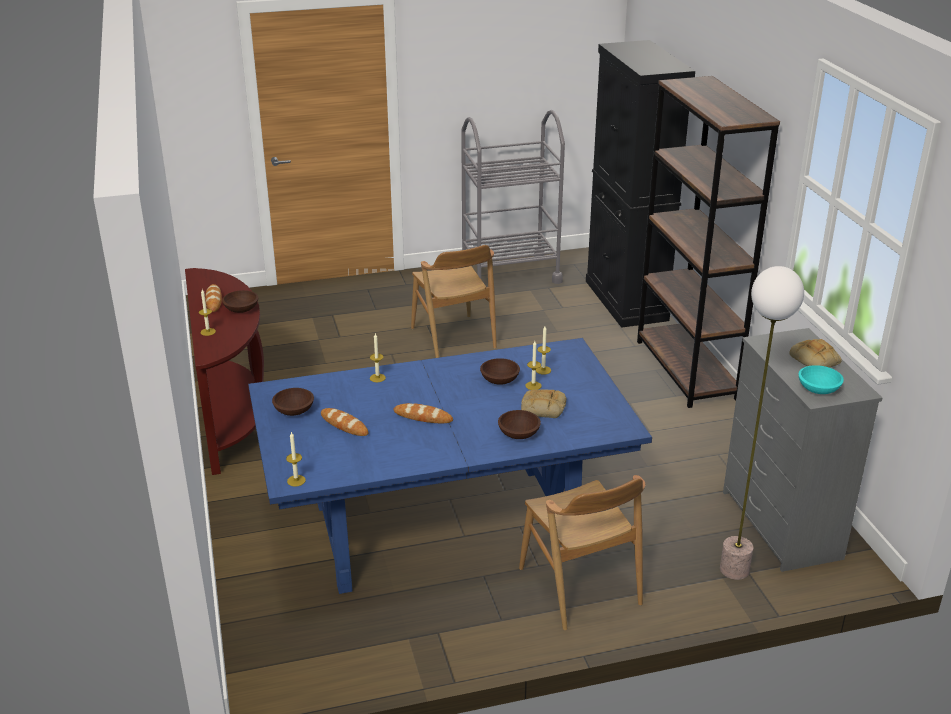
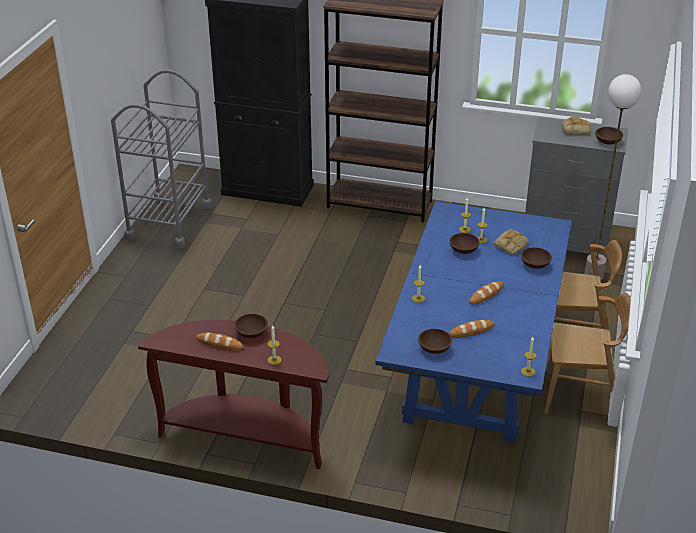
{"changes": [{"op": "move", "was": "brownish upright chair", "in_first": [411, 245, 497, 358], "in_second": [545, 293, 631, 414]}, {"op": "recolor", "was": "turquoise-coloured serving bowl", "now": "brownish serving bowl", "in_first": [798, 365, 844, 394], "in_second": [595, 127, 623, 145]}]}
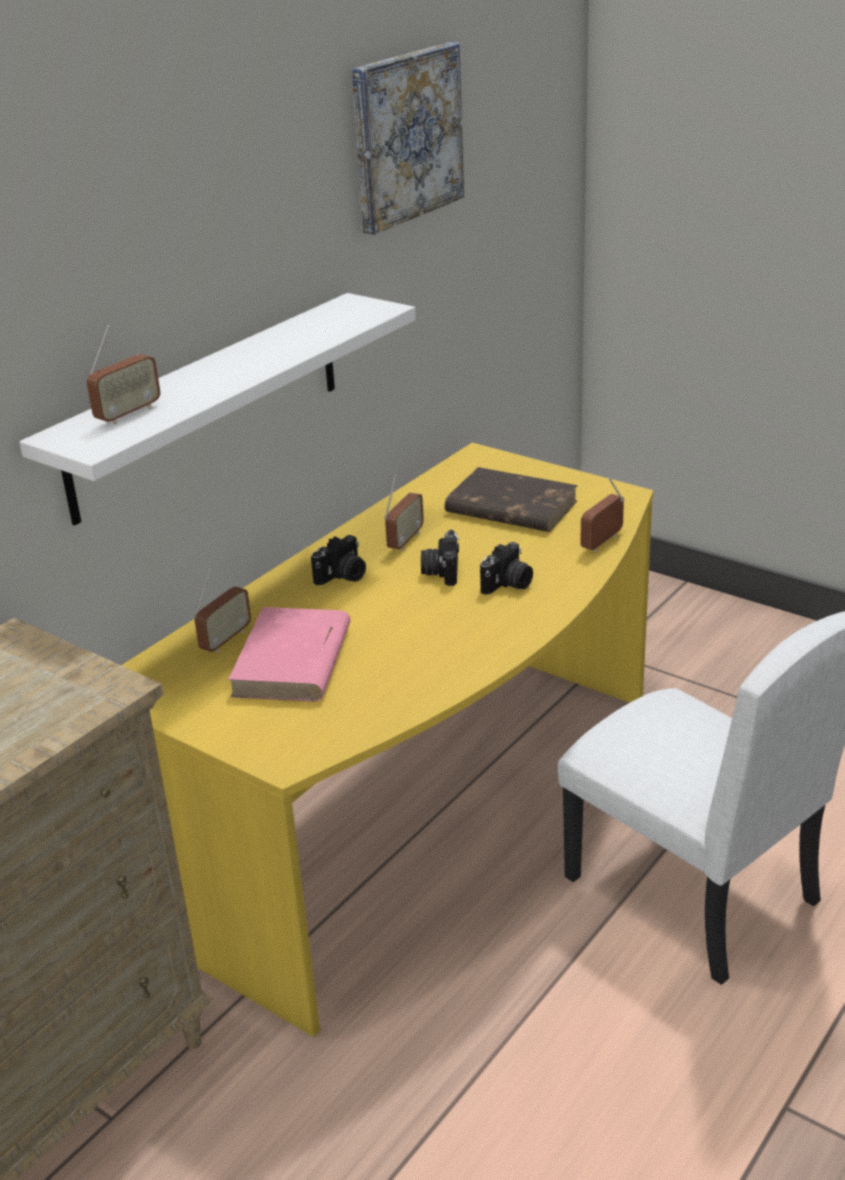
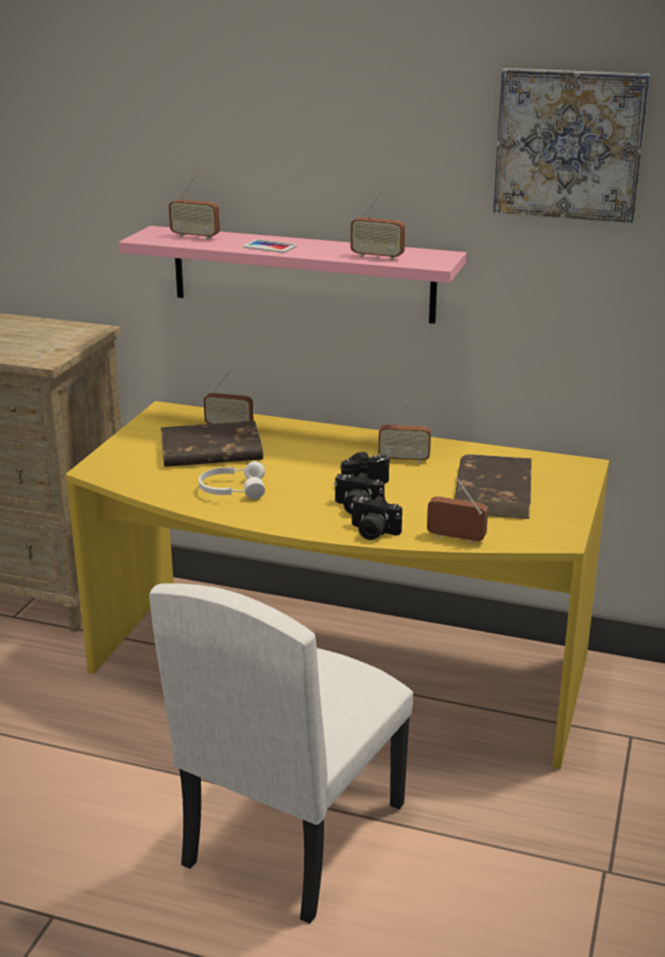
{"changes": [{"op": "recolor", "was": "white-coloured shelf", "now": "pinkish shelf", "in_first": [19, 293, 416, 526], "in_second": [119, 226, 466, 324]}, {"op": "recolor", "was": "pinkish book", "now": "brownish book", "in_first": [228, 607, 351, 702], "in_second": [161, 421, 263, 467]}, {"op": "insert", "now": "white-coloured pair of headphones", "in_second": [198, 461, 265, 499]}, {"op": "insert", "now": "phone", "in_second": [243, 239, 297, 253]}, {"op": "move", "was": "photo camera", "in_first": [311, 535, 366, 585], "in_second": [350, 495, 402, 540]}, {"op": "insert", "now": "radio", "in_second": [351, 190, 405, 260]}]}
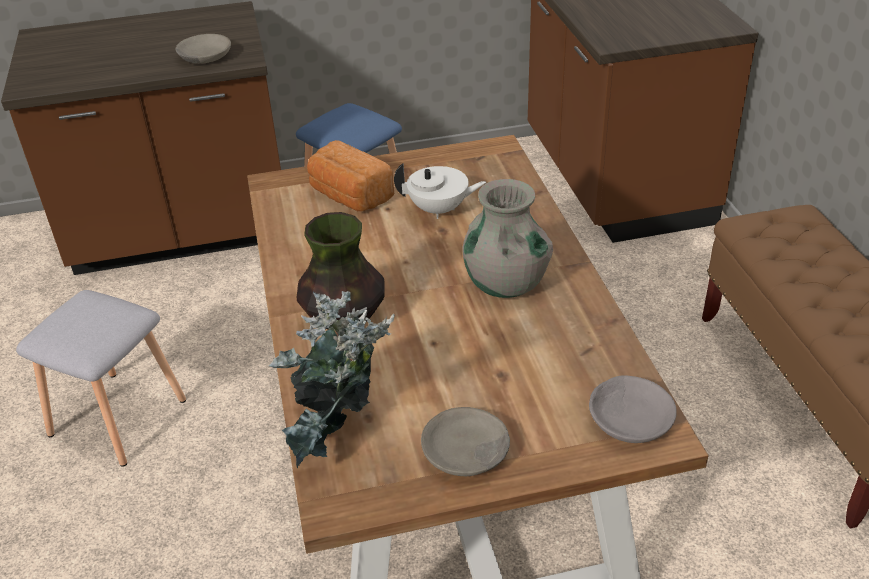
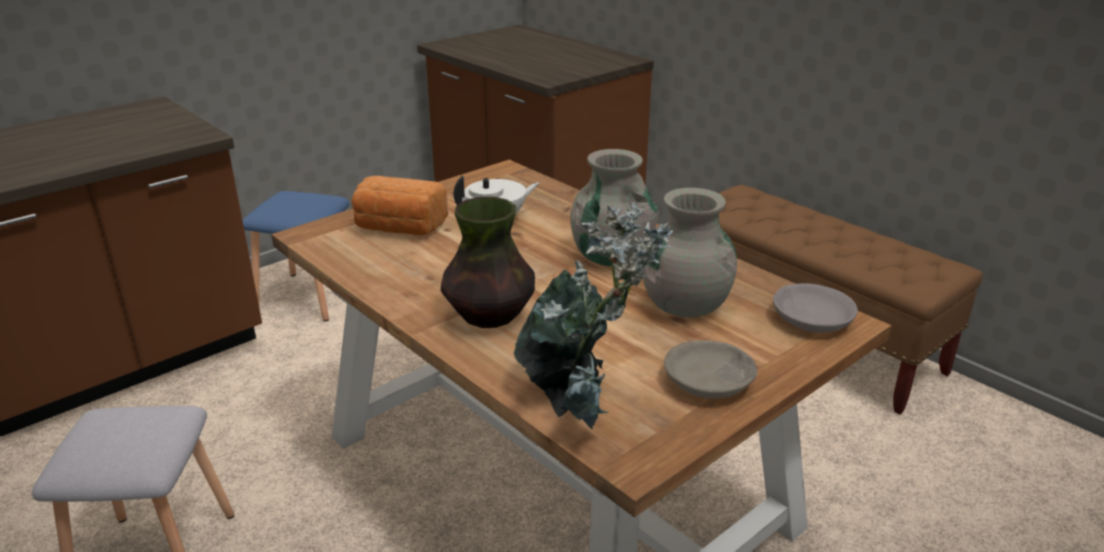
{"changes": [{"op": "insert", "now": "gray decorative vase", "in_second": [642, 188, 737, 318]}, {"op": "delete", "was": "gray serving bowl", "in_first": [175, 34, 231, 64]}]}
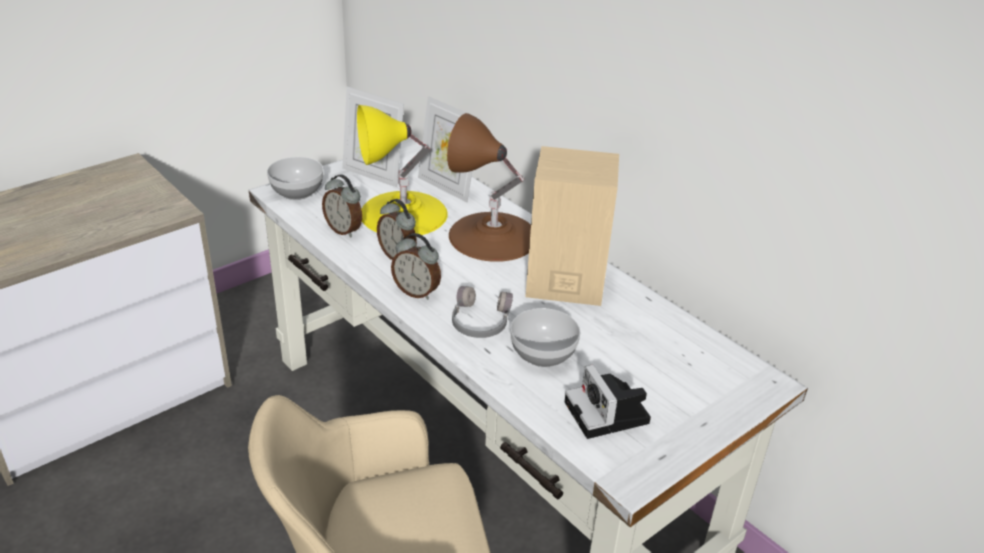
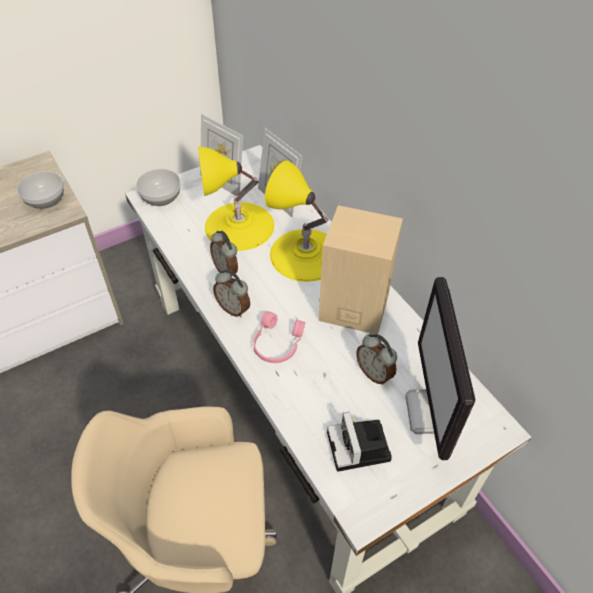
{"changes": [{"op": "move", "was": "serving bowl", "in_first": [510, 308, 580, 367], "in_second": [17, 171, 64, 209]}, {"op": "recolor", "was": "gray pair of headphones", "now": "pinkish pair of headphones", "in_first": [452, 286, 513, 338], "in_second": [253, 311, 305, 363]}, {"op": "recolor", "was": "brownish lamp for a table", "now": "yellowish lamp for a table", "in_first": [447, 113, 531, 262], "in_second": [265, 161, 328, 282]}, {"op": "move", "was": "bedside clock", "in_first": [322, 174, 362, 237], "in_second": [356, 333, 397, 385]}, {"op": "insert", "now": "computer display", "in_second": [405, 277, 475, 460]}]}
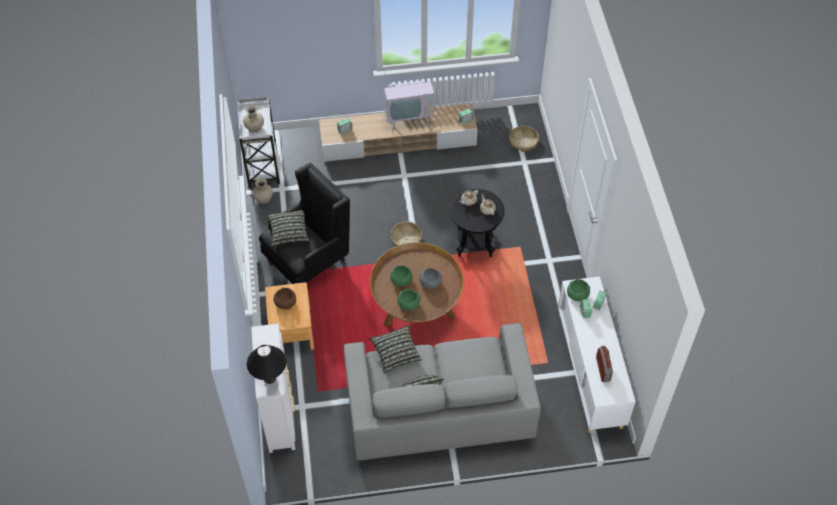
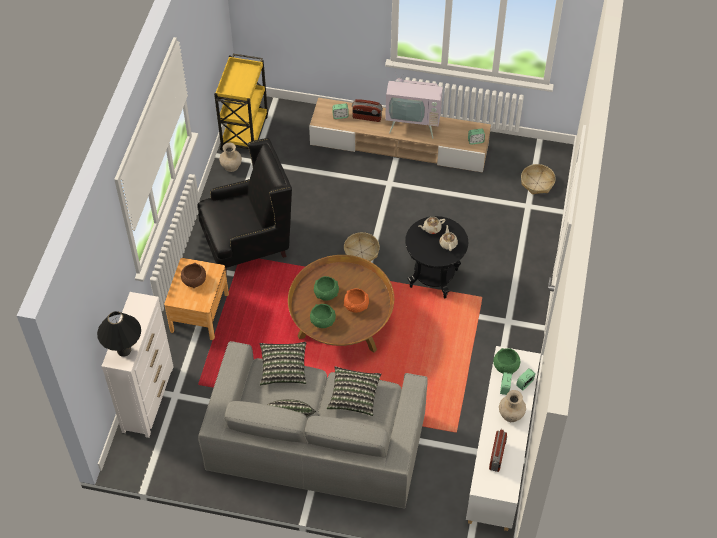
{"changes": [{"op": "recolor", "was": "white-coloured cart", "now": "yellowish cart", "in_first": [237, 97, 280, 188], "in_second": [214, 54, 268, 151]}, {"op": "move", "was": "pillow", "in_first": [267, 210, 309, 247], "in_second": [327, 366, 381, 416]}, {"op": "recolor", "was": "gray serving bowl", "now": "orangey serving bowl", "in_first": [420, 268, 442, 289], "in_second": [344, 288, 369, 313]}, {"op": "insert", "now": "radio", "in_second": [352, 99, 383, 122]}, {"op": "move", "was": "sand-coloured decorative vase", "in_first": [243, 105, 264, 133], "in_second": [499, 390, 526, 422]}]}
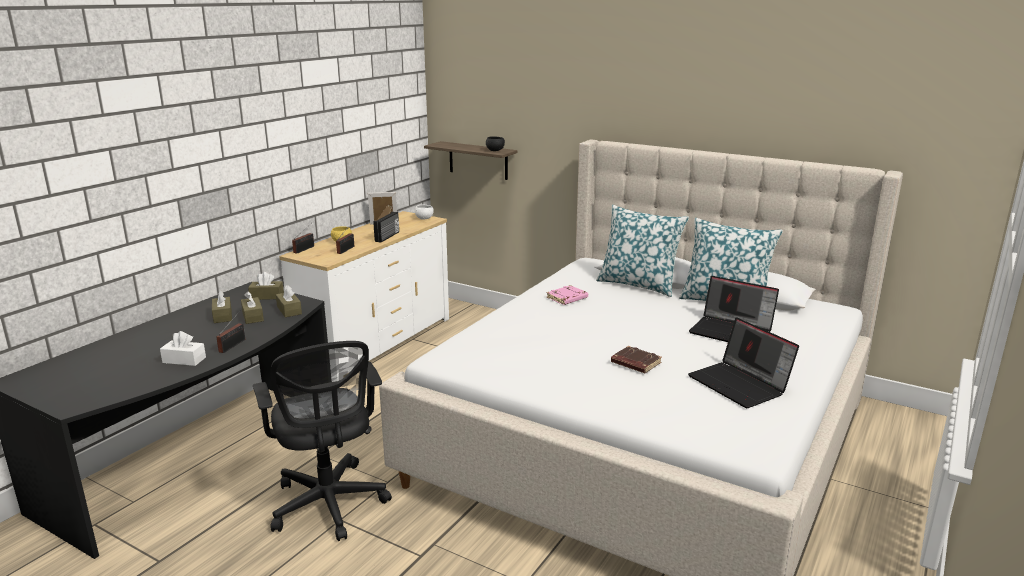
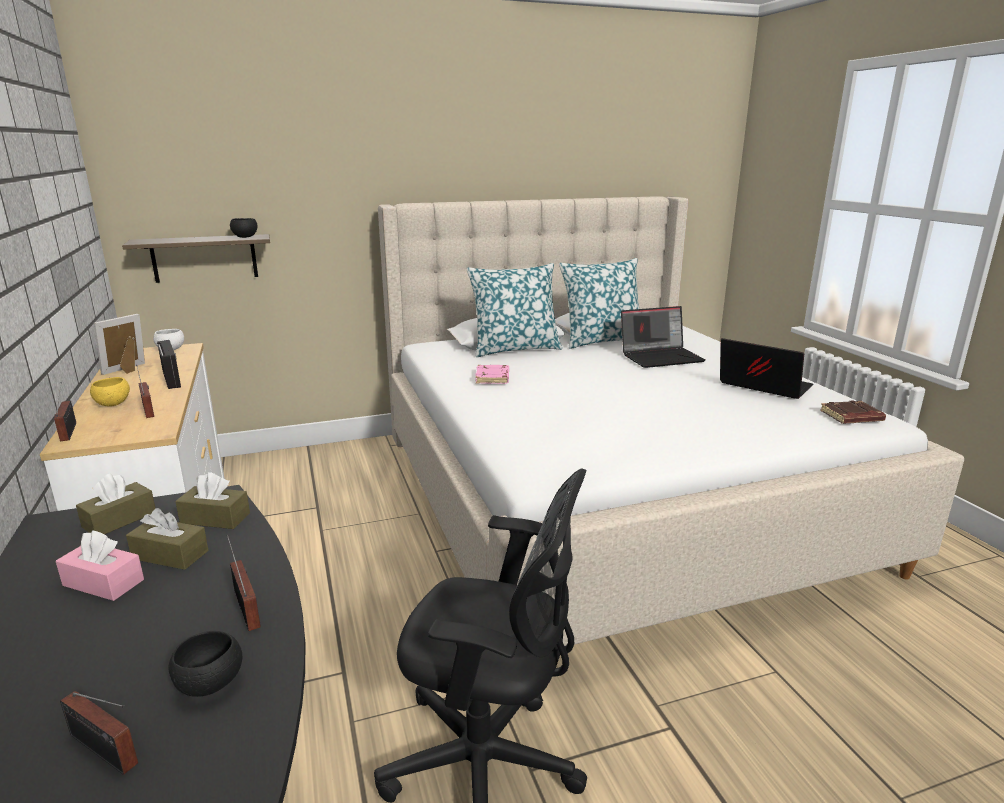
{"changes": [{"op": "recolor", "was": "brownish tissue holder", "now": "pinkish tissue holder", "in_first": [212, 290, 232, 323], "in_second": [56, 531, 144, 601]}, {"op": "insert", "now": "radio", "in_second": [60, 691, 138, 775]}, {"op": "replace", "was": "white-coloured tissue holder", "now": "black-coloured serving bowl", "in_first": [160, 331, 206, 366], "in_second": [168, 631, 242, 697]}, {"op": "rotate", "was": "laptop", "in_first": [688, 317, 799, 408], "in_second": [720, 338, 813, 399], "clockwise": -150}, {"op": "move", "was": "brownish book", "in_first": [611, 346, 662, 373], "in_second": [820, 400, 886, 424]}]}
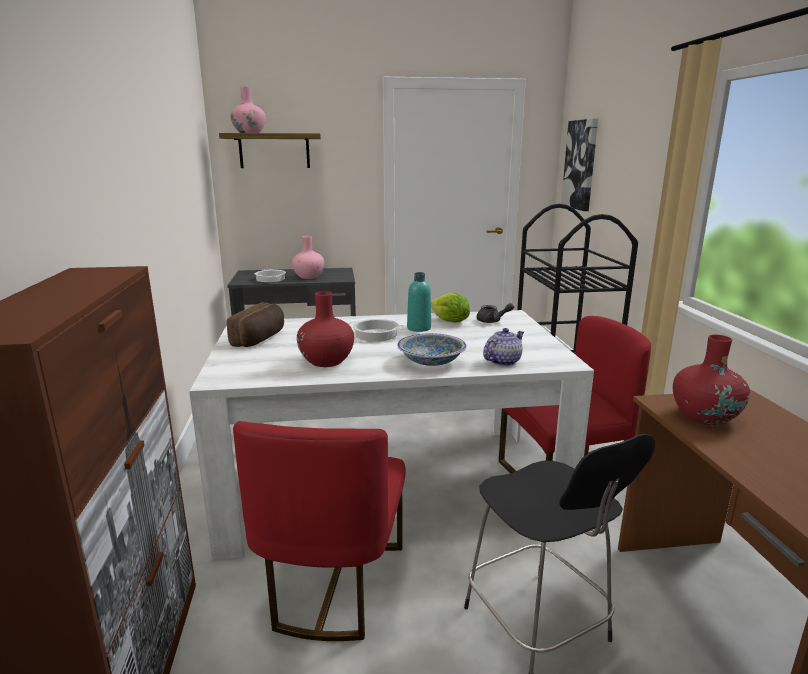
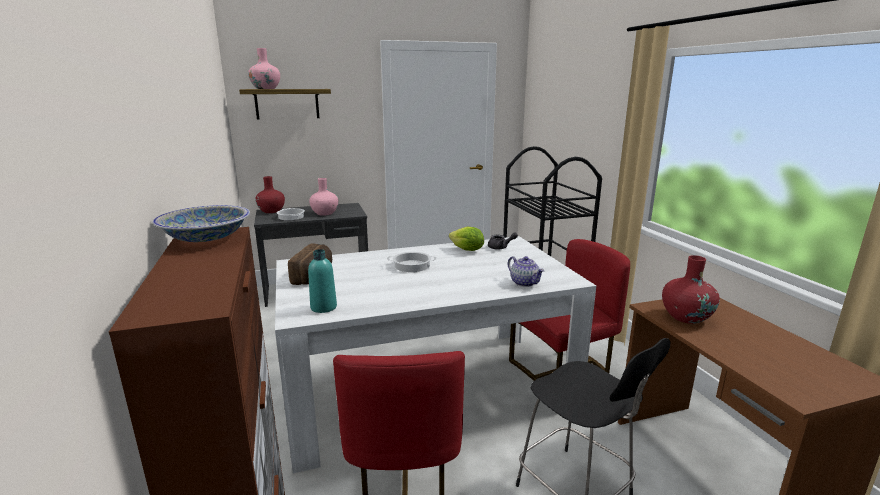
{"changes": [{"op": "move", "was": "serving bowl", "in_first": [397, 333, 467, 366], "in_second": [153, 205, 250, 242]}, {"op": "move", "was": "reddish decorative vase", "in_first": [297, 291, 354, 367], "in_second": [255, 176, 285, 213]}, {"op": "move", "was": "turquoise-coloured drink bottle", "in_first": [407, 272, 431, 332], "in_second": [308, 249, 337, 313]}, {"op": "rotate", "was": "pot for tea", "in_first": [483, 328, 524, 366], "in_second": [508, 256, 545, 287], "clockwise": 105}, {"op": "delete", "was": "picture", "in_first": [561, 118, 598, 211]}]}
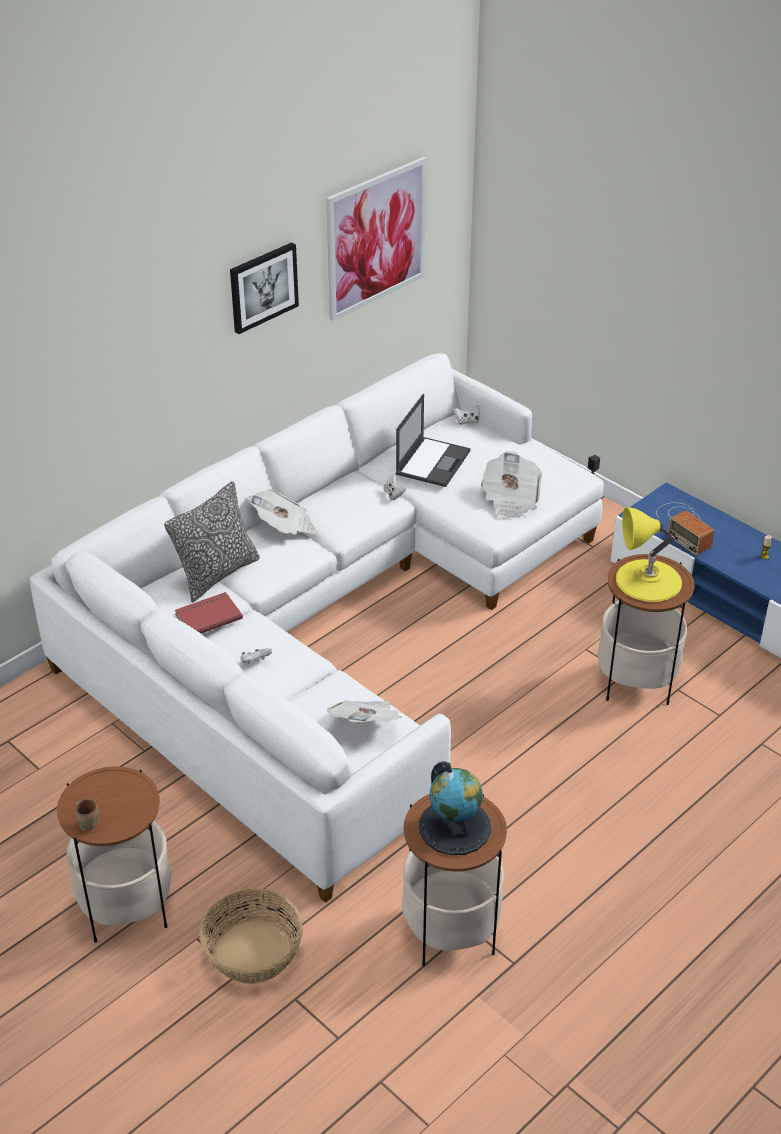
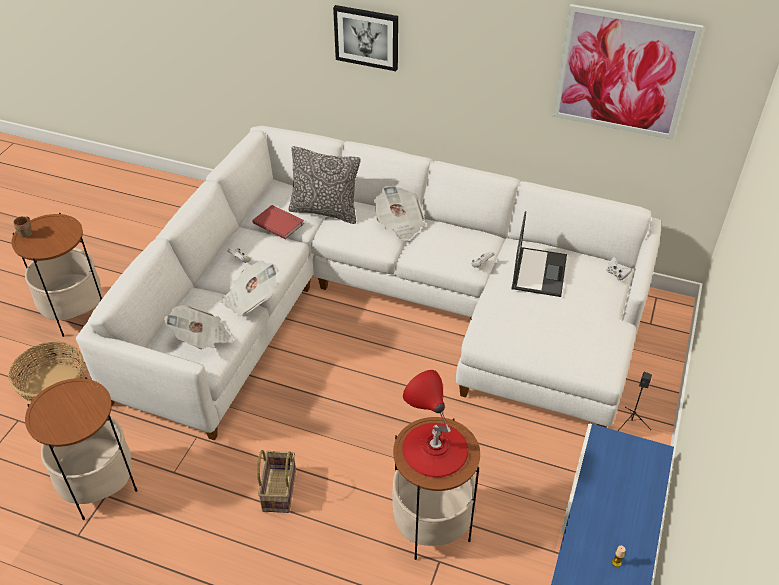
{"changes": [{"op": "move", "was": "printed paper", "in_first": [481, 451, 542, 519], "in_second": [221, 261, 279, 316]}, {"op": "insert", "now": "basket", "in_second": [257, 450, 296, 513]}, {"op": "move", "was": "picture", "in_first": [230, 242, 299, 334], "in_second": [333, 5, 398, 71]}, {"op": "recolor", "was": "yellowish lamp for a table", "now": "reddish lamp for a table", "in_first": [616, 507, 682, 602], "in_second": [402, 370, 469, 478]}, {"op": "rotate", "was": "laptop", "in_first": [395, 394, 471, 487], "in_second": [511, 211, 567, 297], "clockwise": -75}, {"op": "delete", "was": "world globe", "in_first": [419, 761, 491, 855]}, {"op": "delete", "was": "radio", "in_first": [656, 503, 714, 555]}]}
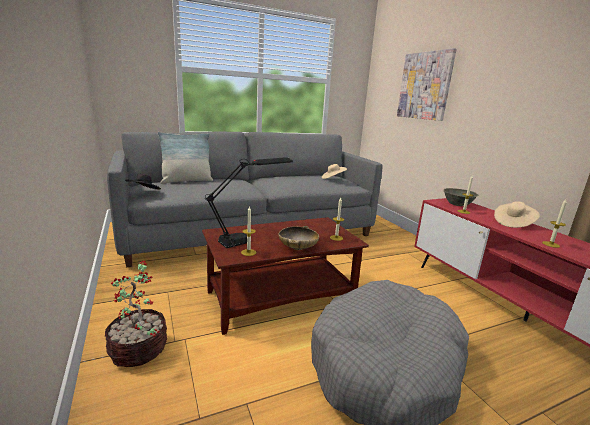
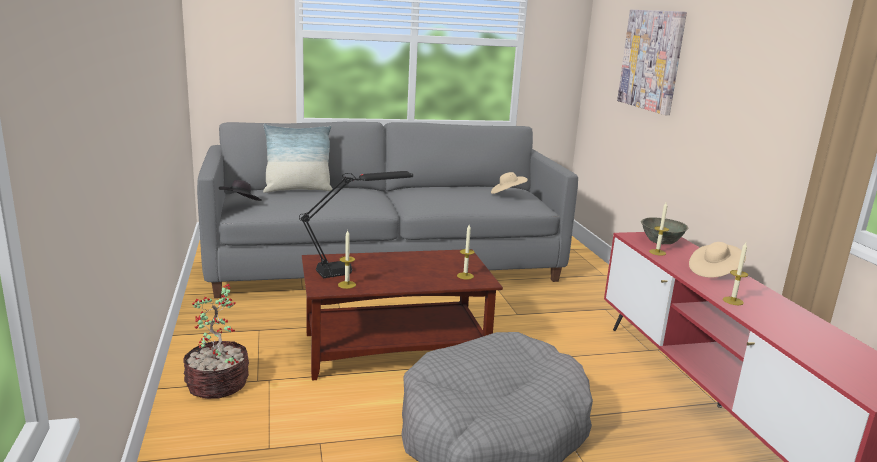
{"changes": [{"op": "delete", "was": "sand-coloured serving bowl", "in_first": [278, 226, 319, 250]}]}
